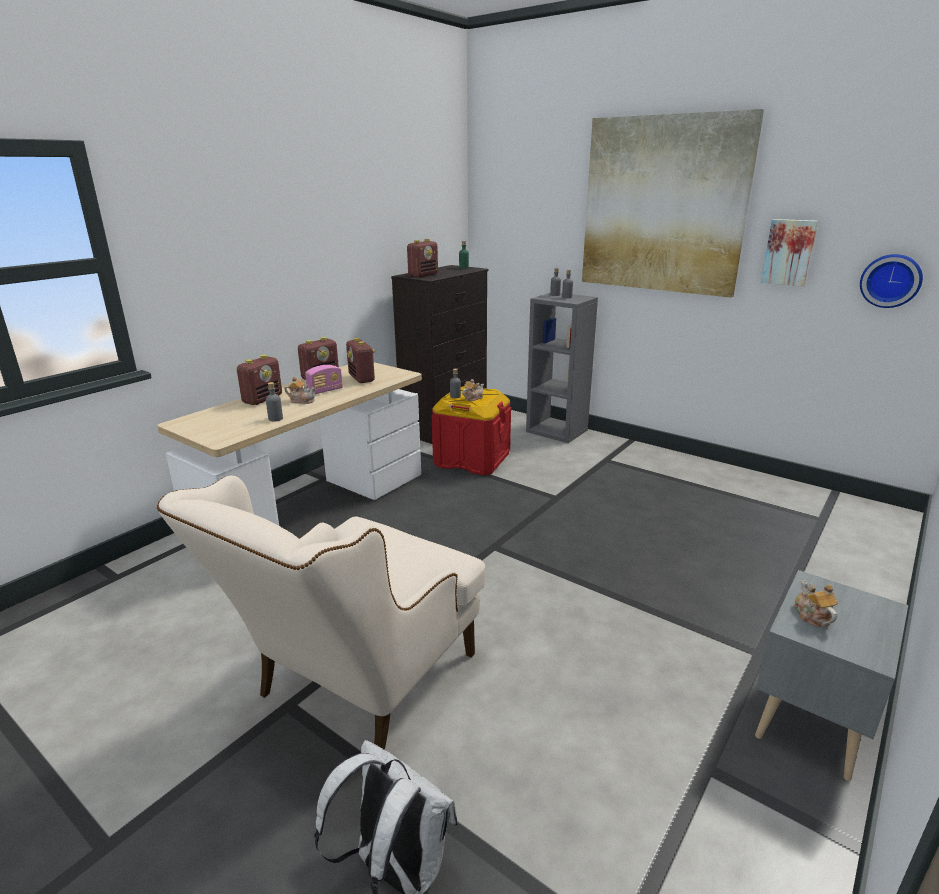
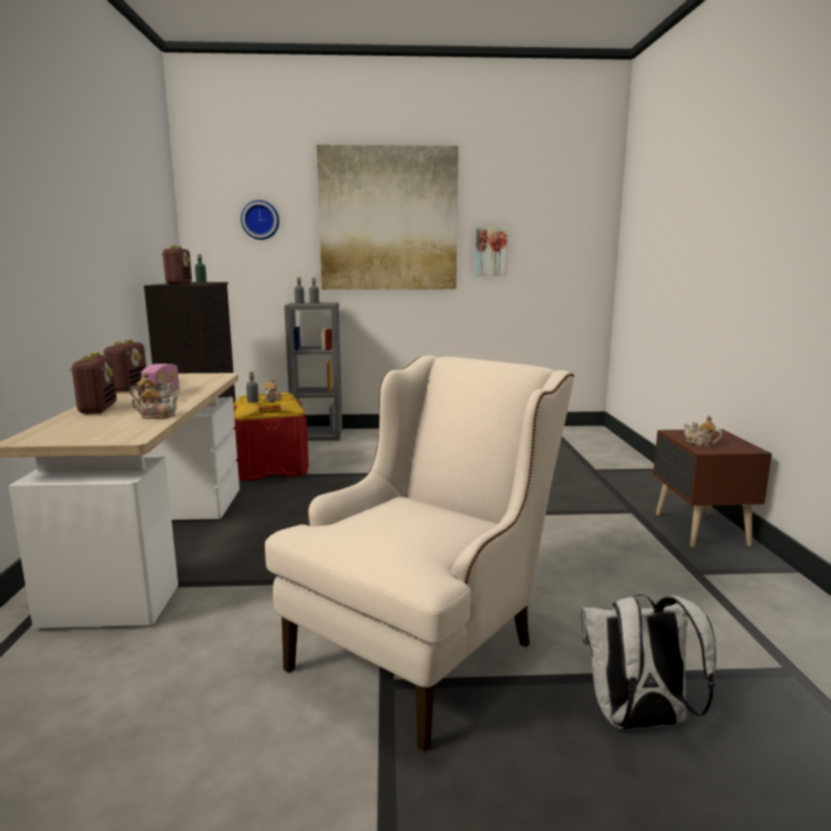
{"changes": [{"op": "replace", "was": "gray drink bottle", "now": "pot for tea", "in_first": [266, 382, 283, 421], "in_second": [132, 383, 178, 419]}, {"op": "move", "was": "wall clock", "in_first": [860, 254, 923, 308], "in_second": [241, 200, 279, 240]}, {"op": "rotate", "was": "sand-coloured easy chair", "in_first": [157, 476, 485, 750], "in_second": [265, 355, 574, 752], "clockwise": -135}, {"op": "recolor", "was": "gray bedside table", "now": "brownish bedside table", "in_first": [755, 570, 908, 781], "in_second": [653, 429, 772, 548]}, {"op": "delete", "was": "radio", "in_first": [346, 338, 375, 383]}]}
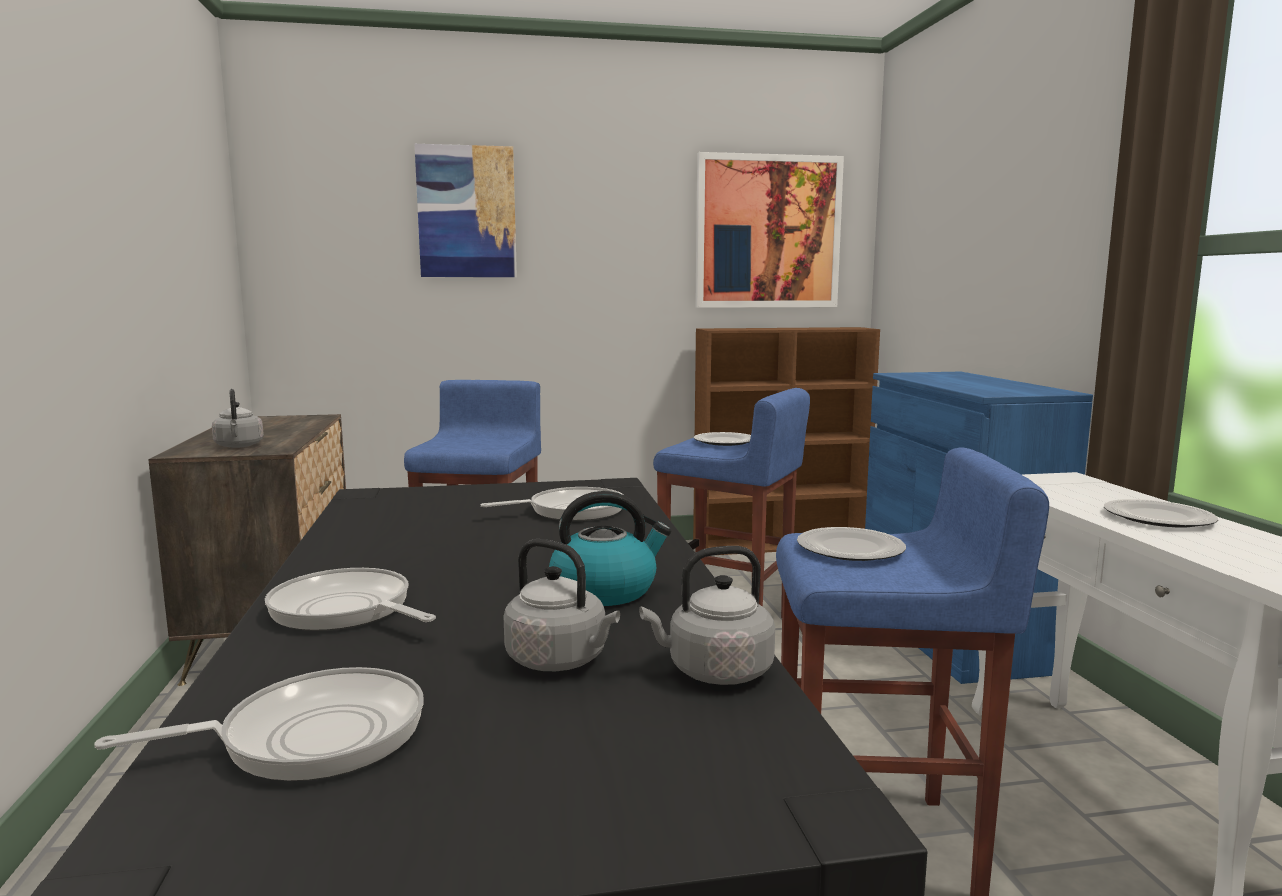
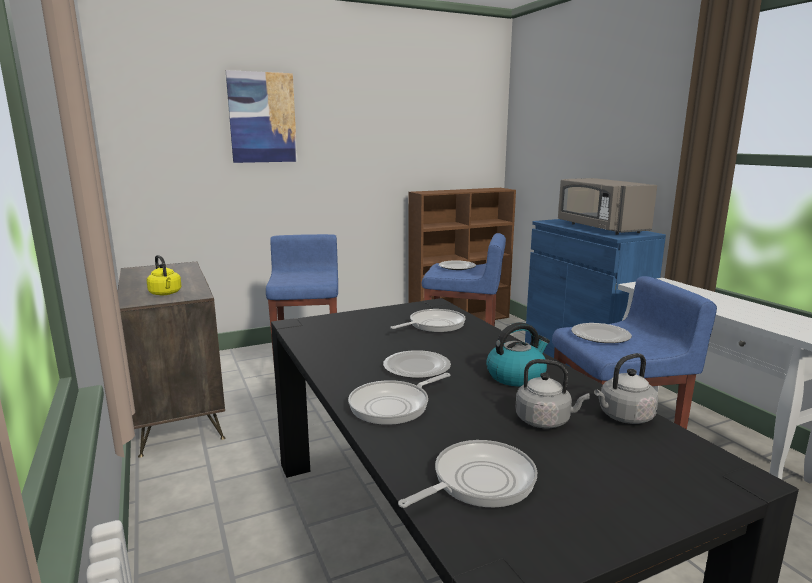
{"changes": [{"op": "recolor", "was": "gray water kettle", "now": "yellowish water kettle", "in_first": [212, 389, 264, 448], "in_second": [147, 255, 182, 295]}, {"op": "rotate", "was": "pan", "in_first": [265, 568, 436, 631], "in_second": [348, 373, 451, 425], "clockwise": -60}, {"op": "move", "was": "dinner plate", "in_first": [1104, 499, 1219, 527], "in_second": [383, 350, 451, 378]}, {"op": "insert", "now": "gray microwave", "in_second": [558, 178, 657, 235]}, {"op": "delete", "was": "picture", "in_first": [695, 152, 844, 308]}]}
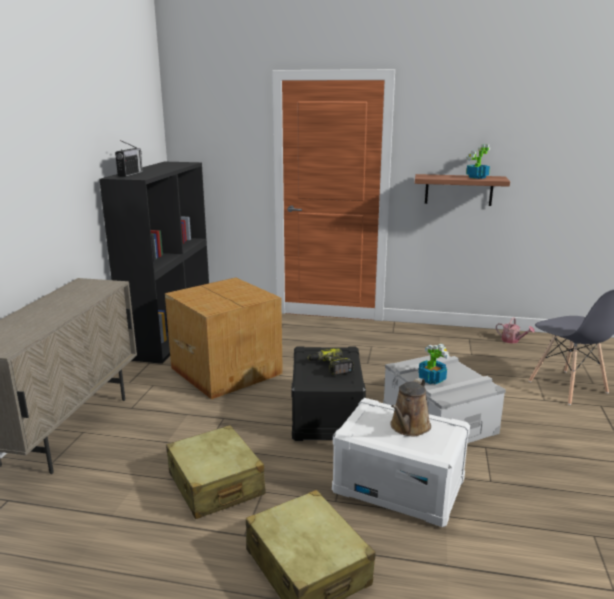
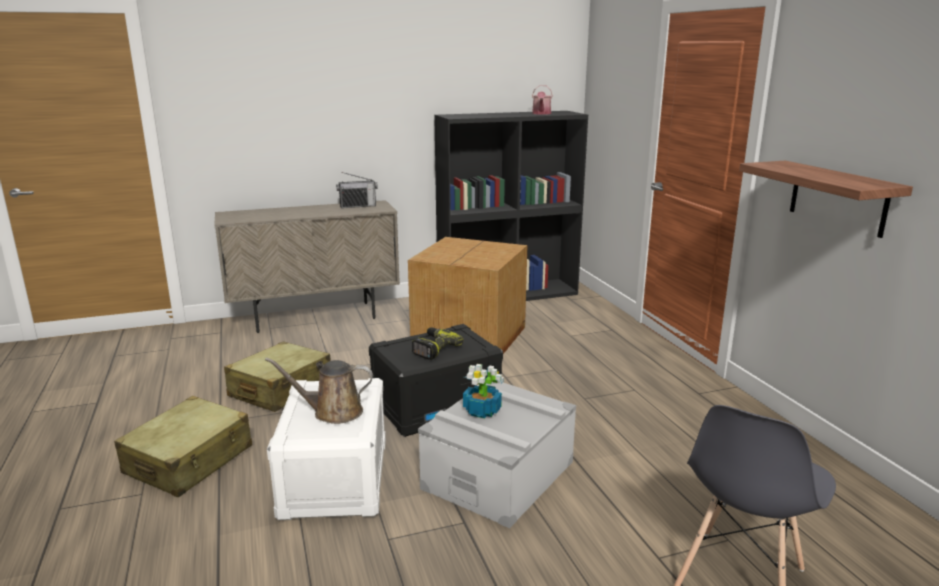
{"changes": [{"op": "move", "was": "radio", "in_first": [115, 140, 143, 177], "in_second": [336, 172, 378, 208]}, {"op": "move", "was": "watering pot", "in_first": [496, 317, 535, 344], "in_second": [532, 85, 553, 115]}, {"op": "delete", "was": "plant in a pot", "in_first": [466, 144, 490, 179]}]}
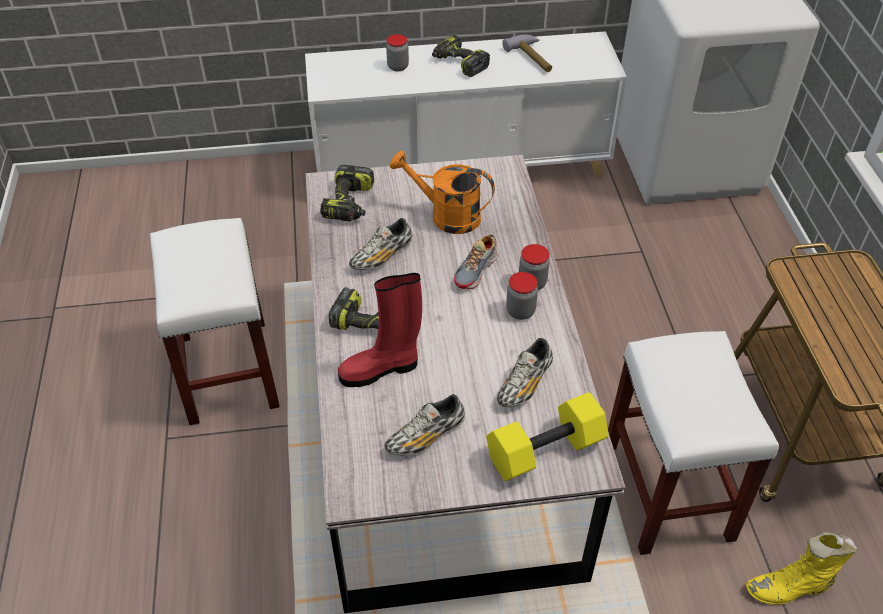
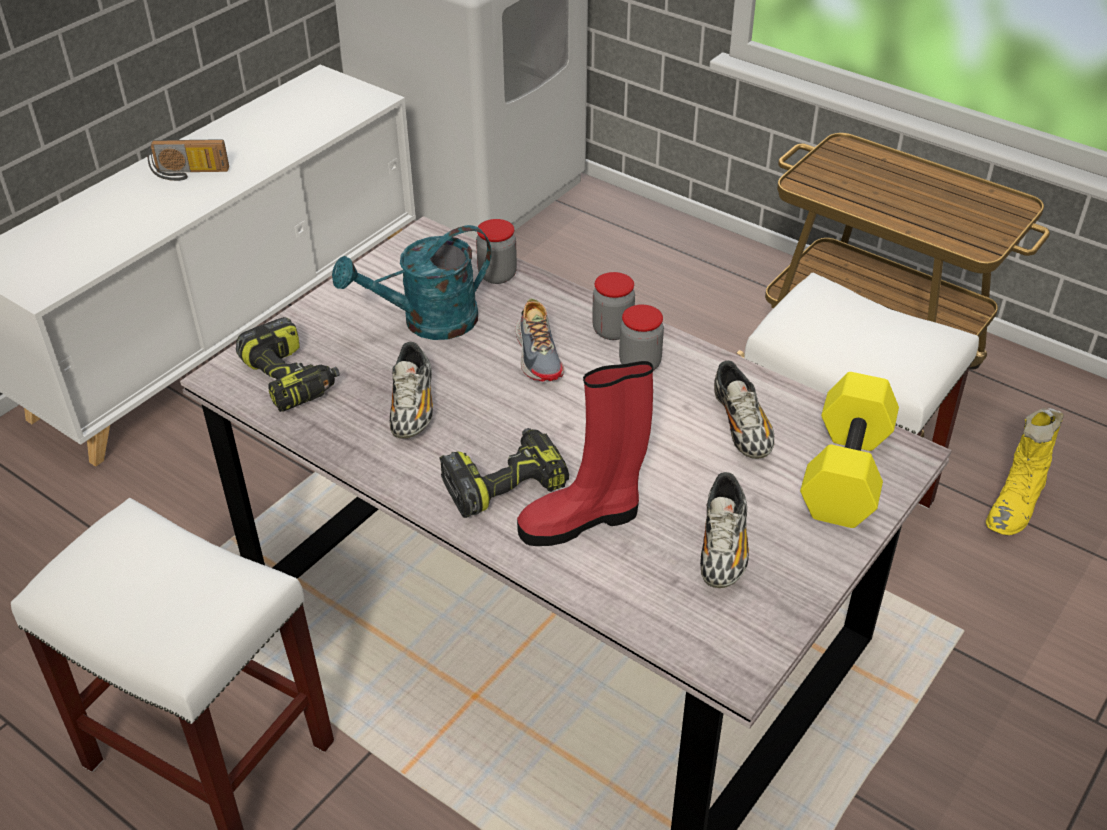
{"changes": [{"op": "replace", "was": "drill", "now": "radio", "in_first": [432, 35, 490, 77], "in_second": [148, 139, 229, 181]}, {"op": "recolor", "was": "orangey watering pot", "now": "turquoise-coloured watering pot", "in_first": [390, 150, 495, 234], "in_second": [332, 225, 491, 340]}, {"op": "move", "was": "jar", "in_first": [386, 34, 409, 71], "in_second": [476, 219, 517, 284]}, {"op": "rotate", "was": "reddish boot", "in_first": [338, 273, 422, 387], "in_second": [517, 361, 653, 546], "clockwise": 45}, {"op": "delete", "was": "hand hammer", "in_first": [502, 34, 552, 72]}]}
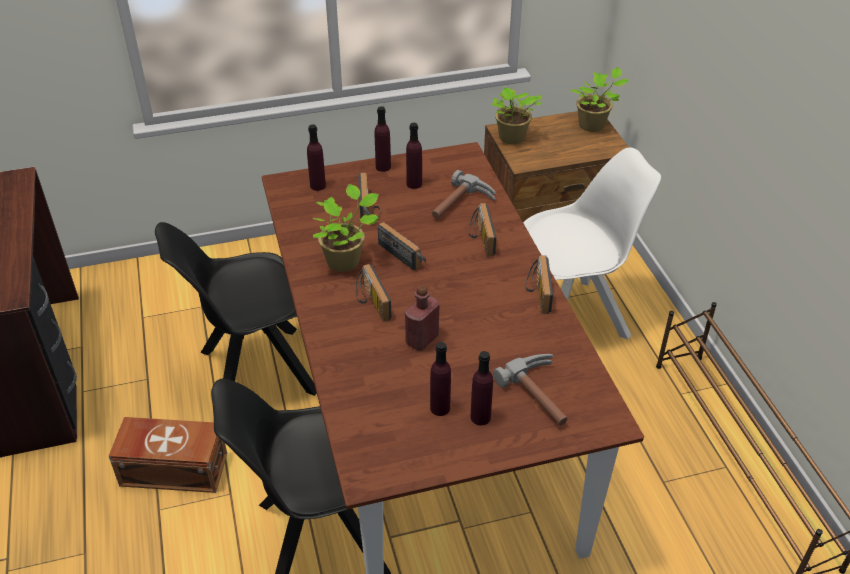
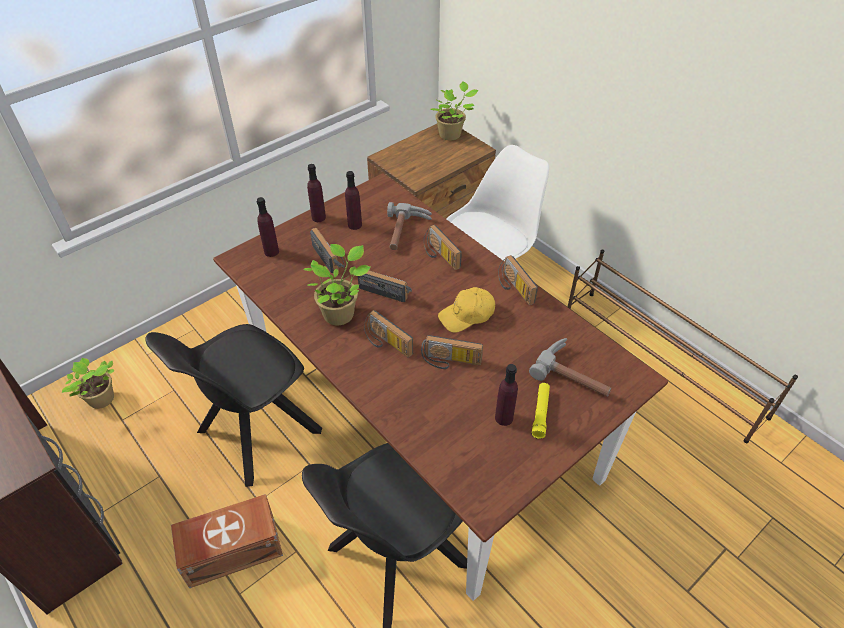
{"changes": [{"op": "move", "was": "plant in a pot", "in_first": [491, 87, 542, 144], "in_second": [62, 358, 114, 409]}, {"op": "replace", "was": "reddish drink bottle", "now": "radio", "in_first": [405, 285, 440, 351], "in_second": [421, 335, 483, 369]}, {"op": "insert", "now": "yellowish cap", "in_second": [438, 287, 495, 333]}, {"op": "replace", "was": "purple drink bottle", "now": "yellowish hand torch", "in_first": [471, 351, 493, 425], "in_second": [532, 383, 550, 439]}]}
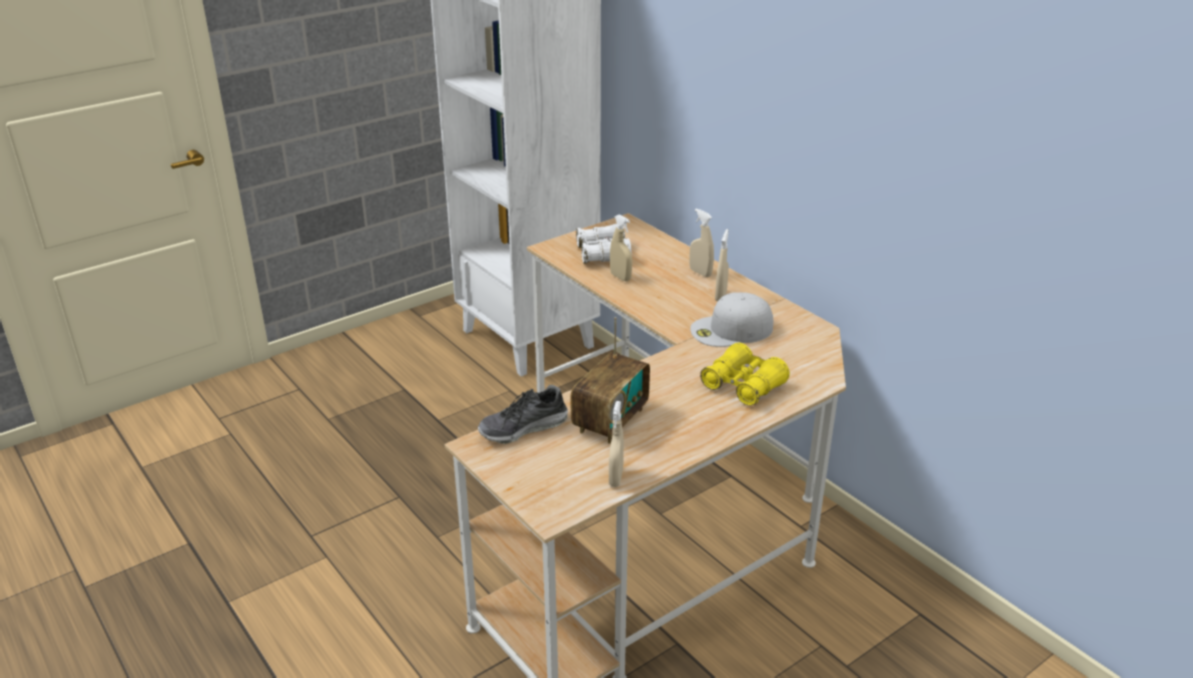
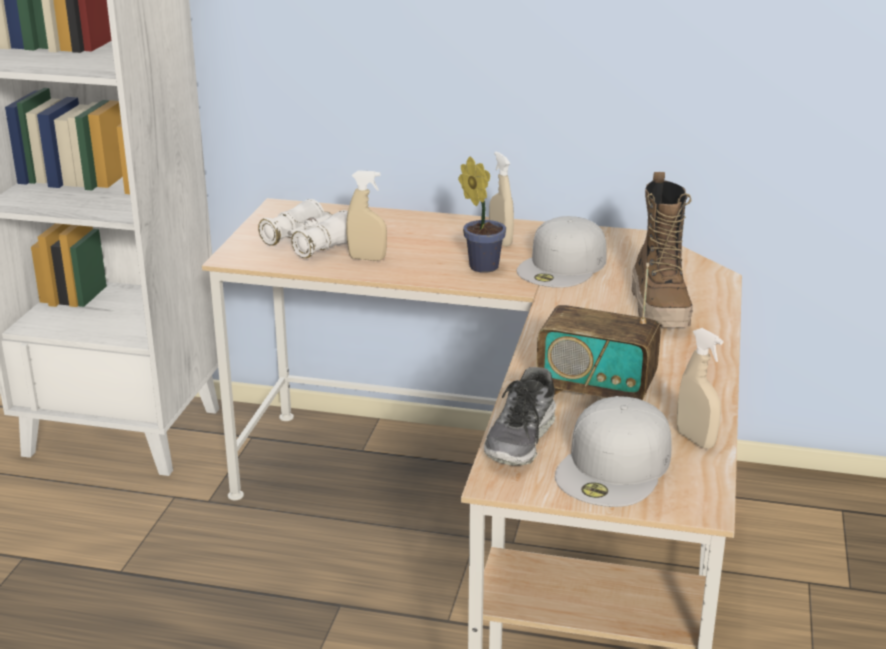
{"changes": [{"op": "insert", "now": "plant in a pot", "in_second": [458, 156, 506, 273]}, {"op": "rotate", "was": "radio", "in_first": [570, 317, 650, 444], "in_second": [536, 263, 661, 400], "clockwise": 120}, {"op": "insert", "now": "white-coloured cap", "in_second": [555, 396, 672, 507]}, {"op": "replace", "was": "yellowish field glasses", "now": "boot", "in_first": [700, 343, 790, 406], "in_second": [632, 172, 693, 327]}, {"op": "delete", "was": "sand-coloured spray bottle", "in_first": [690, 209, 714, 277]}]}
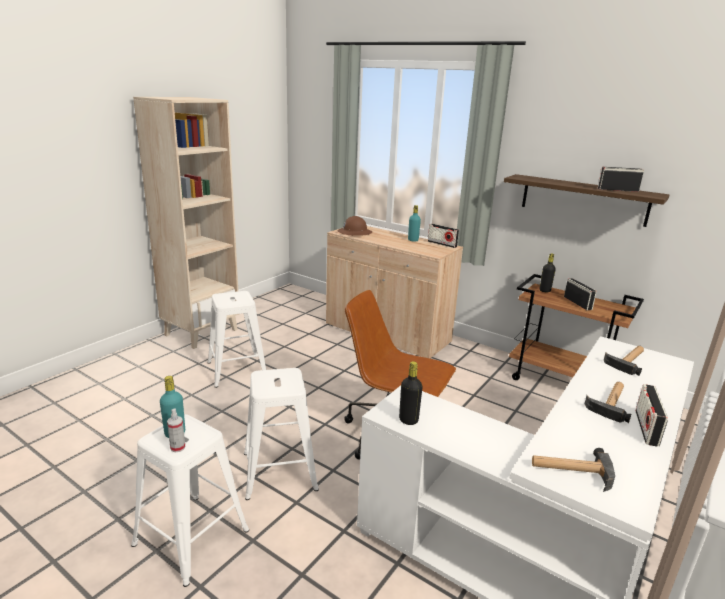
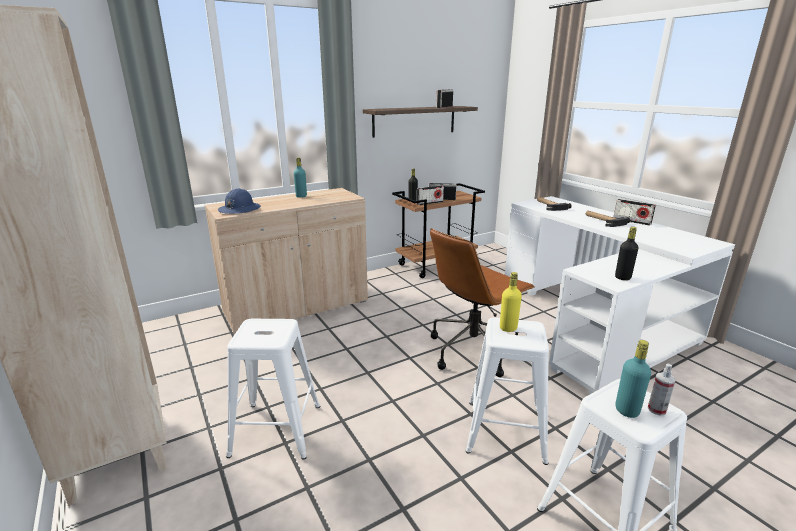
{"changes": [{"op": "recolor", "was": "brownish safety helmet", "now": "bluish safety helmet", "in_first": [338, 216, 372, 236], "in_second": [218, 189, 261, 214]}, {"op": "move", "was": "radio", "in_first": [428, 224, 459, 248], "in_second": [417, 185, 444, 205]}, {"op": "insert", "now": "yellowish drink bottle", "in_second": [500, 272, 522, 332]}, {"op": "delete", "was": "hand hammer", "in_first": [532, 448, 615, 492]}]}
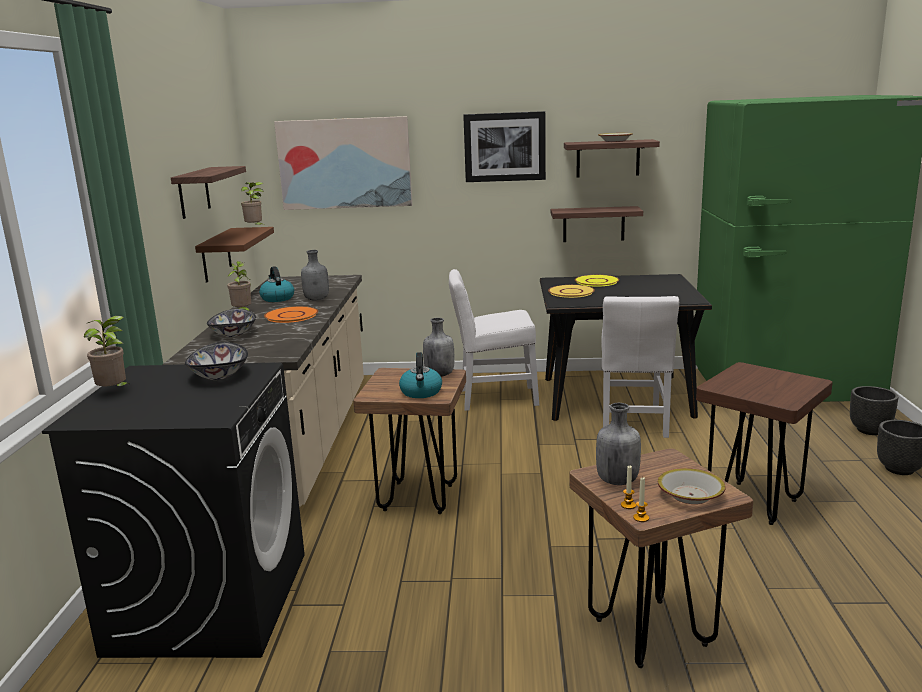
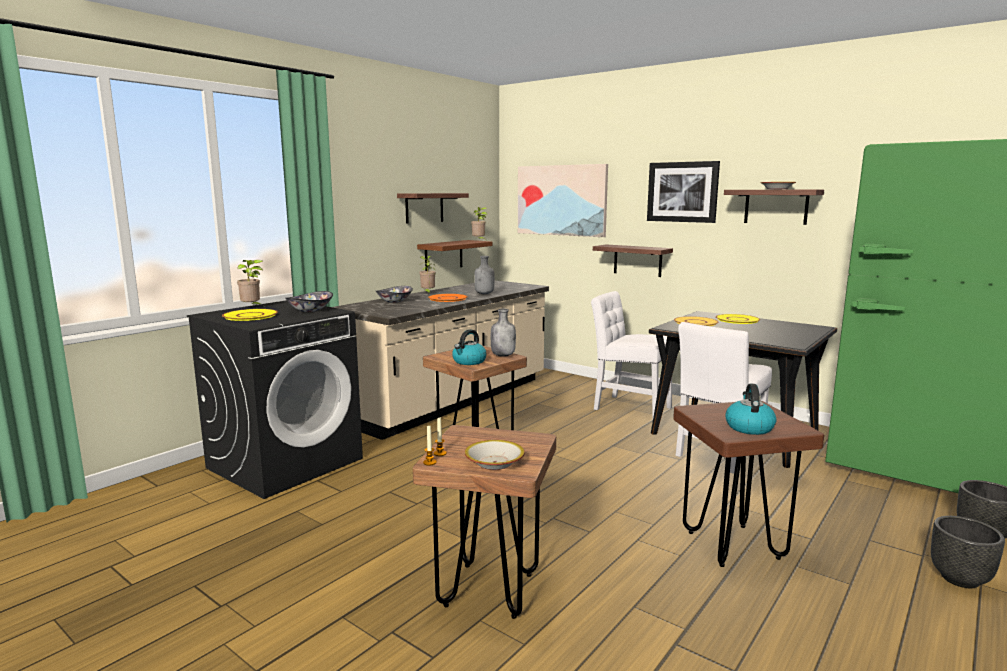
{"changes": [{"op": "insert", "now": "yellowish dinner plate", "in_second": [222, 309, 278, 321]}, {"op": "move", "was": "shelf", "in_first": [551, 206, 643, 242], "in_second": [593, 244, 673, 277]}, {"op": "move", "was": "water kettle", "in_first": [259, 266, 294, 302], "in_second": [726, 384, 776, 435]}, {"op": "delete", "was": "gray drink bottle", "in_first": [596, 403, 641, 485]}]}
